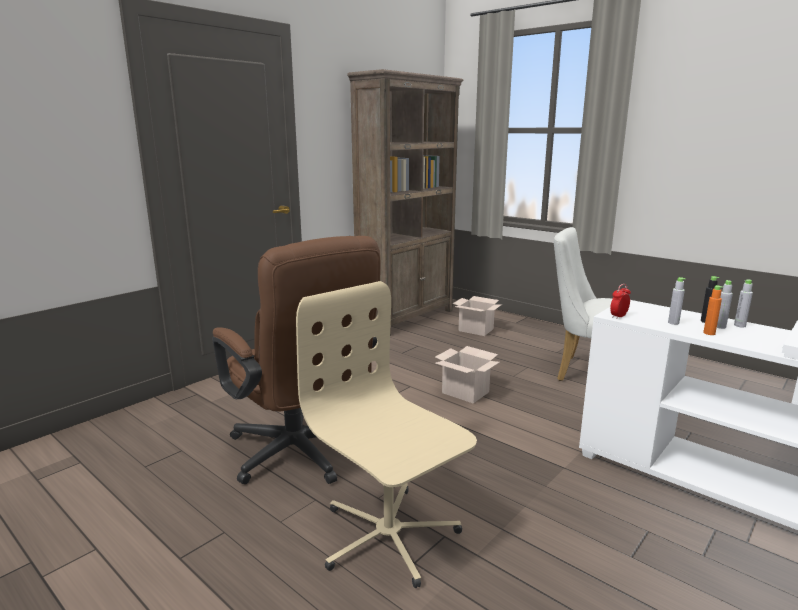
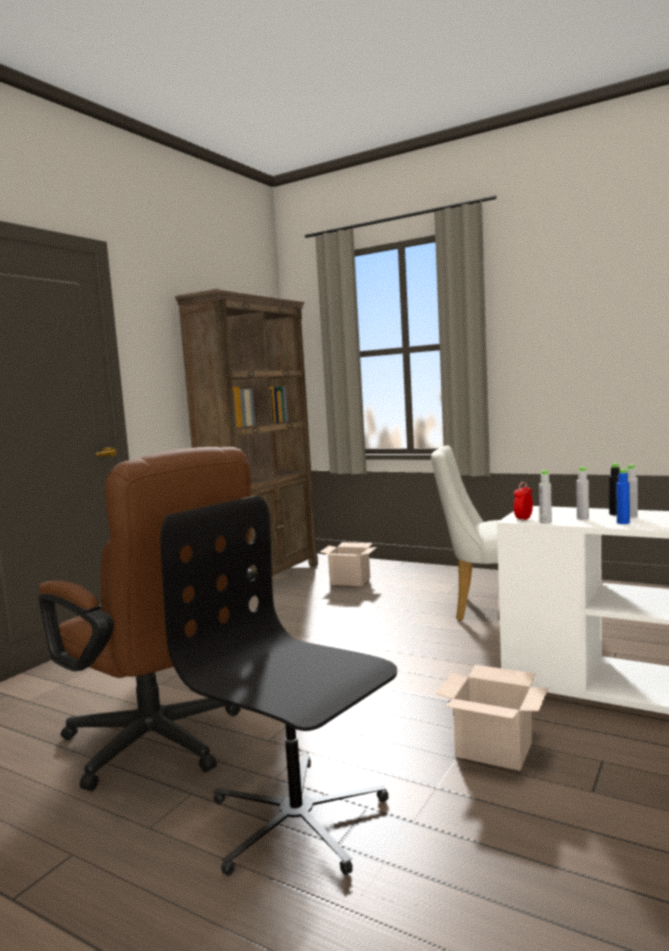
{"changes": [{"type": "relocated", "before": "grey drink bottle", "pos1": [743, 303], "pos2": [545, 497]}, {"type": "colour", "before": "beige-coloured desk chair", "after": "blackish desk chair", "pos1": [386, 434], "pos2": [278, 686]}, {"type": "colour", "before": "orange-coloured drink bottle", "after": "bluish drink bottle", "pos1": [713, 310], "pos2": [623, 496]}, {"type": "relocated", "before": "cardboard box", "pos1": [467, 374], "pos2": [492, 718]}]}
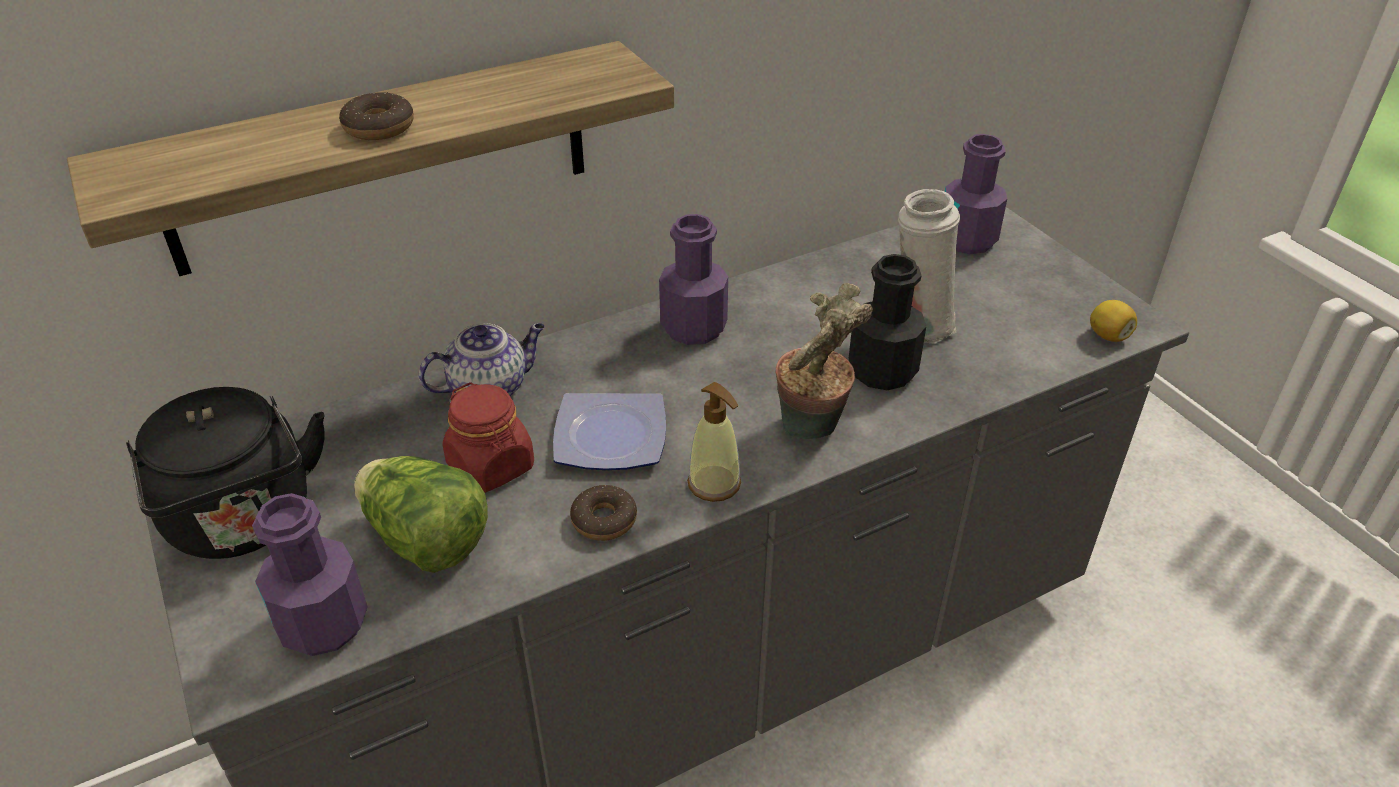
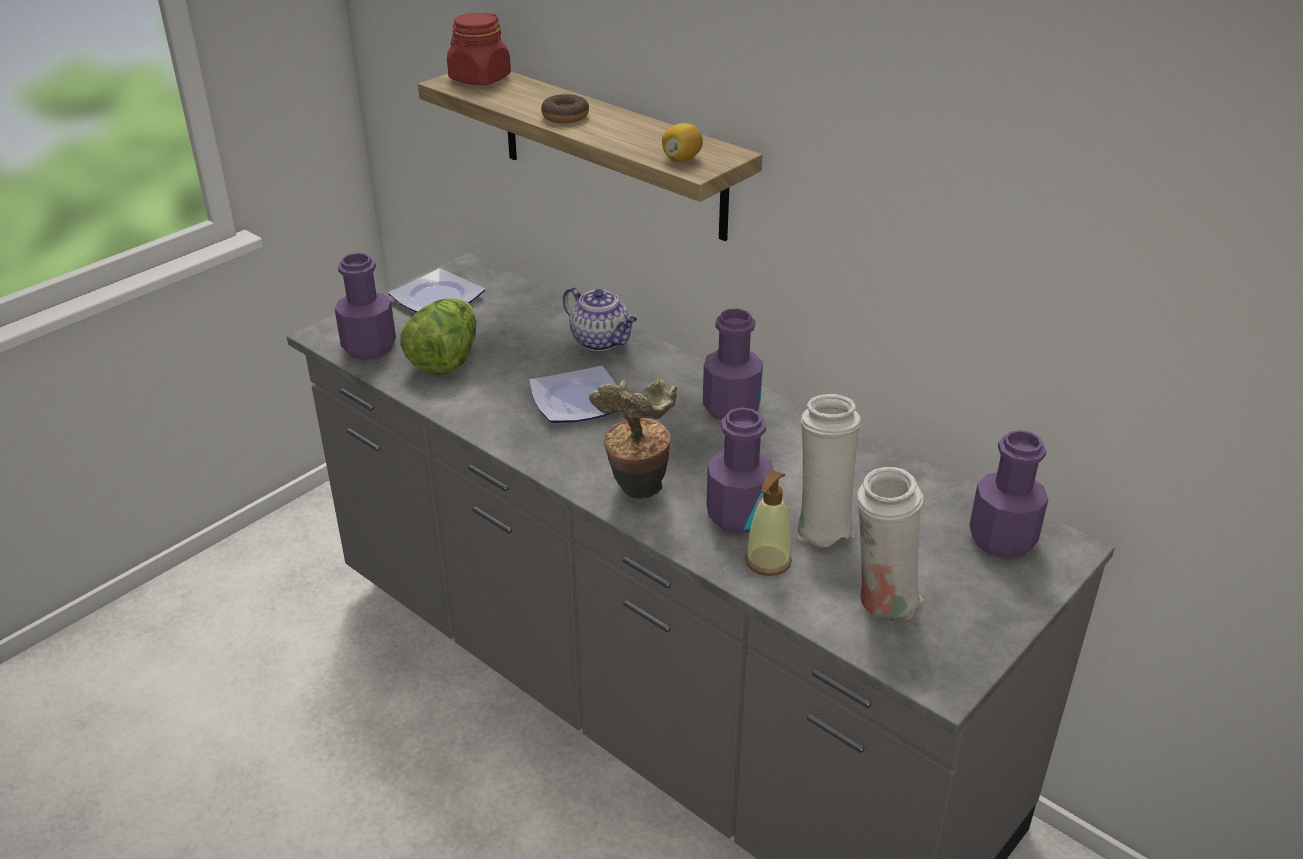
{"changes": [{"type": "colour", "before": "blackish drink bottle", "after": "purplish drink bottle", "pos1": [887, 322], "pos2": [740, 470]}, {"type": "relocated", "before": "lemon", "pos1": [1113, 321], "pos2": [682, 142]}, {"type": "relocated", "before": "red-coloured preserve jar", "pos1": [488, 437], "pos2": [479, 49]}, {"type": "relocated", "before": "liquid soap bottle", "pos1": [714, 442], "pos2": [768, 523]}, {"type": "exchanged", "before": "blackish water kettle", "after": "dinner plate", "pos1": [225, 473], "pos2": [437, 290]}, {"type": "missing", "before": "donut", "pos1": [603, 513]}, {"type": "appeared", "after": "white decorative vase", "pos2": [890, 544]}]}
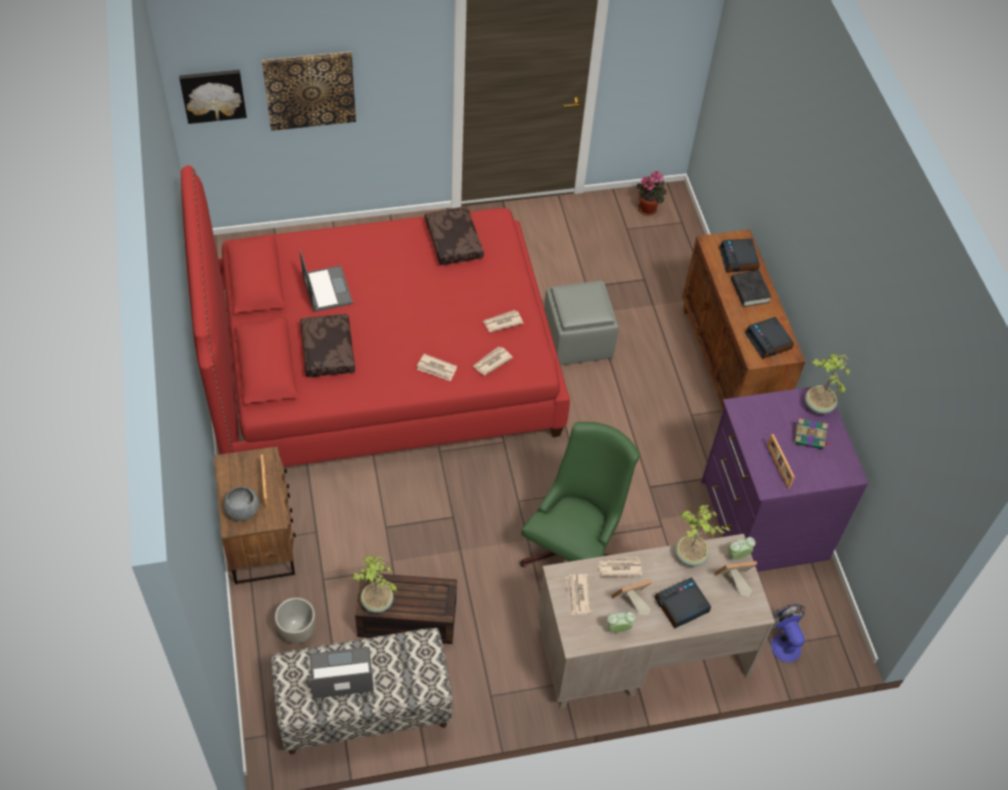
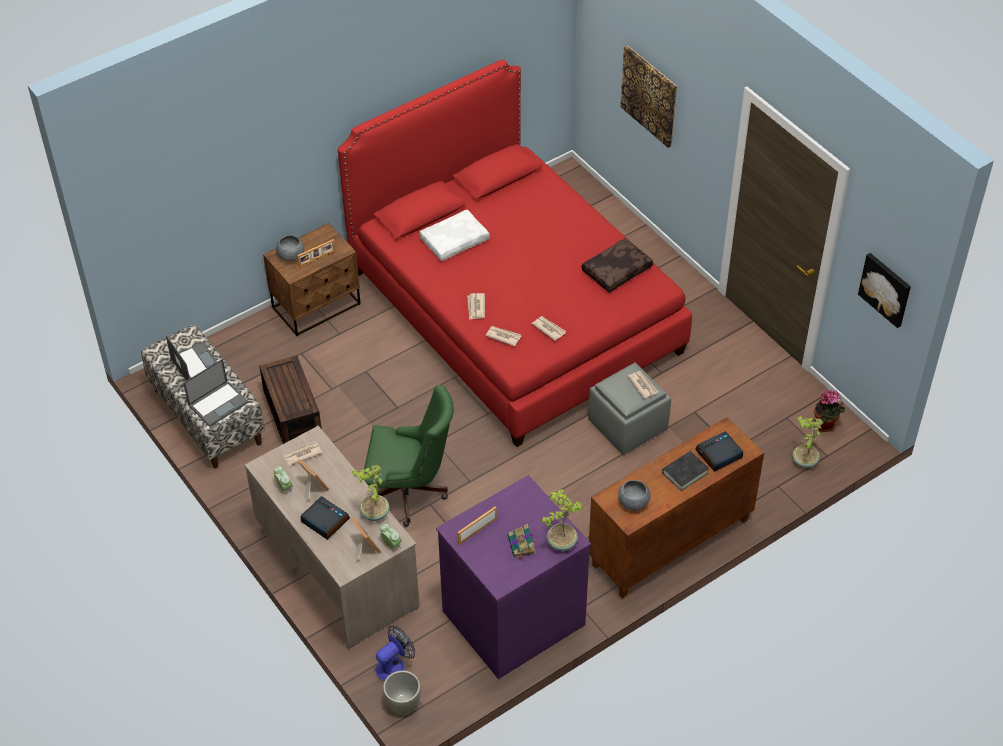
{"changes": [{"type": "relocated", "before": "wall picture", "pos1": [213, 97], "pos2": [884, 290]}, {"type": "relocated", "before": "notebook computer", "pos1": [326, 280], "pos2": [216, 393]}, {"type": "colour", "before": "brownish cushion", "after": "white cushion", "pos1": [327, 345], "pos2": [454, 235]}, {"type": "exchanged", "before": "alarm clock", "after": "grey serving bowl", "pos1": [769, 338], "pos2": [634, 495]}, {"type": "relocated", "before": "plant in a pot", "pos1": [374, 584], "pos2": [808, 442]}, {"type": "relocated", "before": "daily paper", "pos1": [620, 567], "pos2": [643, 384]}, {"type": "relocated", "before": "grey plant pot", "pos1": [295, 621], "pos2": [402, 692]}]}
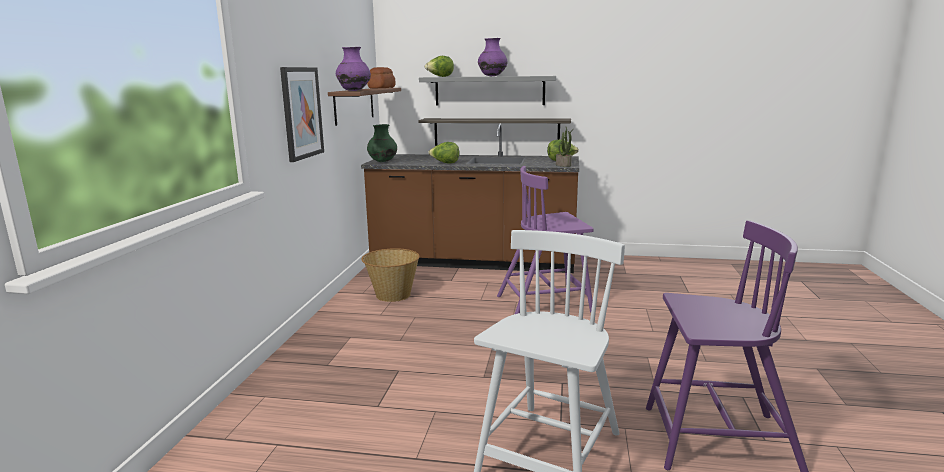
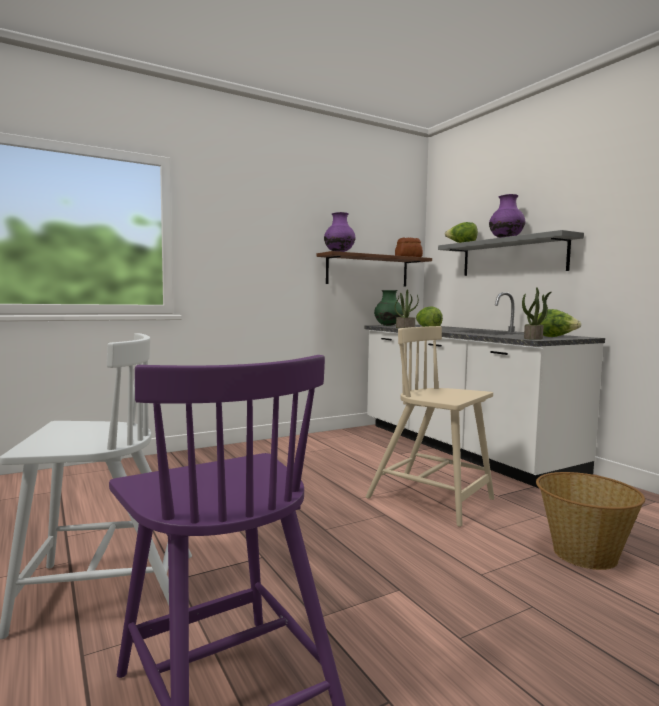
{"changes": [{"type": "missing", "before": "wall picture", "pos1": [302, 114]}, {"type": "missing", "before": "wall shelf", "pos1": [494, 132]}, {"type": "colour", "before": "brownish counter", "after": "white counter", "pos1": [470, 198], "pos2": [485, 390]}, {"type": "colour", "before": "purplish upright chair", "after": "beige-coloured upright chair", "pos1": [545, 240], "pos2": [430, 426]}, {"type": "relocated", "before": "storage basket", "pos1": [390, 275], "pos2": [590, 521]}, {"type": "appeared", "after": "plant in a pot", "pos2": [407, 309]}]}
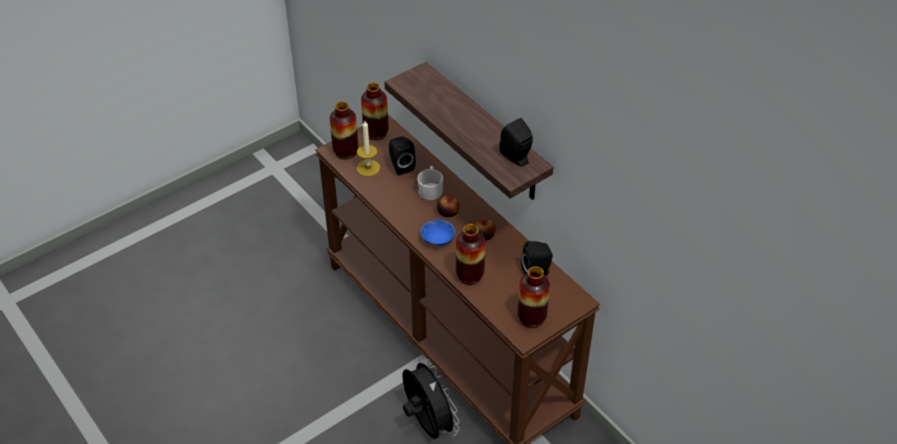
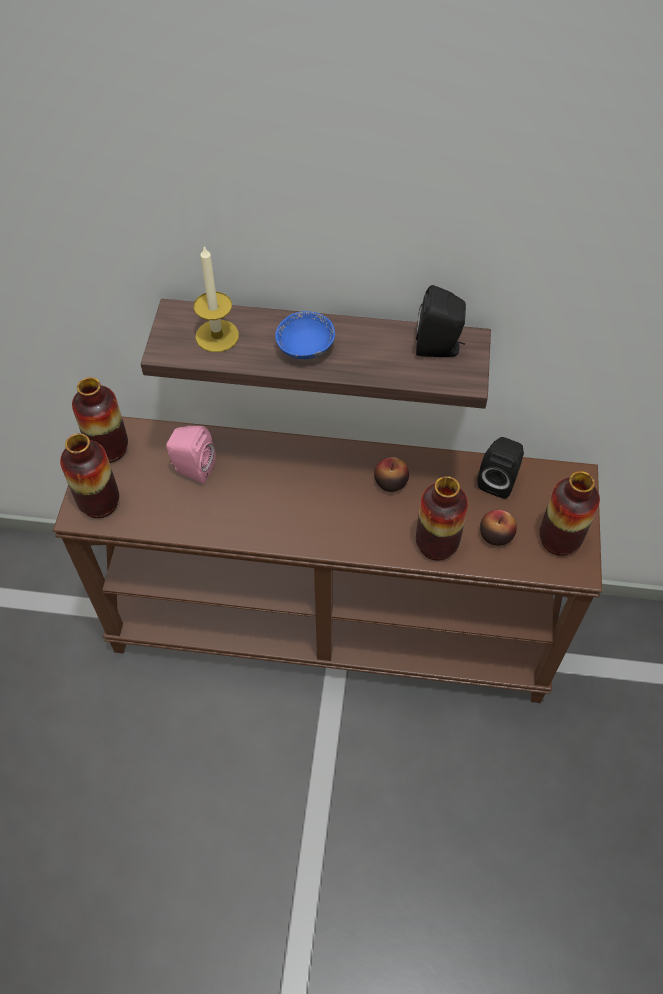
{"changes": [{"type": "relocated", "before": "candle", "pos1": [368, 148], "pos2": [216, 299]}, {"type": "colour", "before": "blackish loudspeaker", "after": "pinkish loudspeaker", "pos1": [402, 155], "pos2": [191, 455]}, {"type": "missing", "before": "white tea mug", "pos1": [430, 183]}, {"type": "relocated", "before": "whole apple", "pos1": [448, 206], "pos2": [498, 528]}, {"type": "relocated", "before": "bluish serving bowl", "pos1": [438, 233], "pos2": [305, 335]}, {"type": "missing", "before": "blackish electric fan", "pos1": [431, 398]}]}
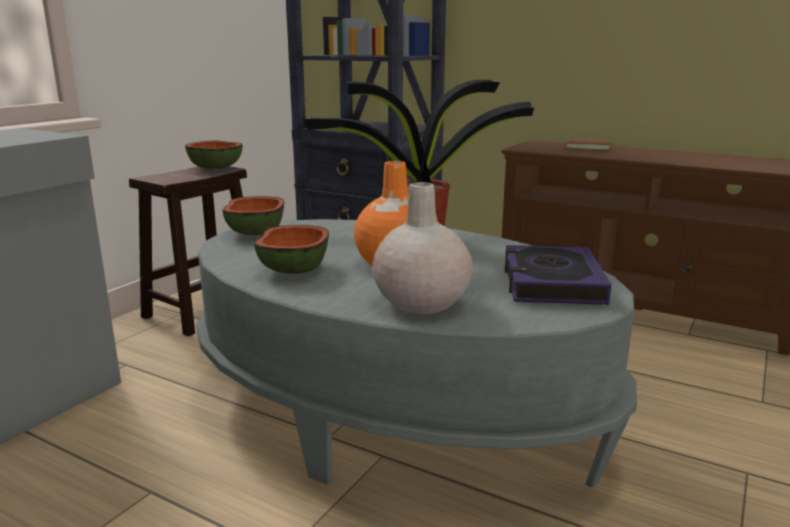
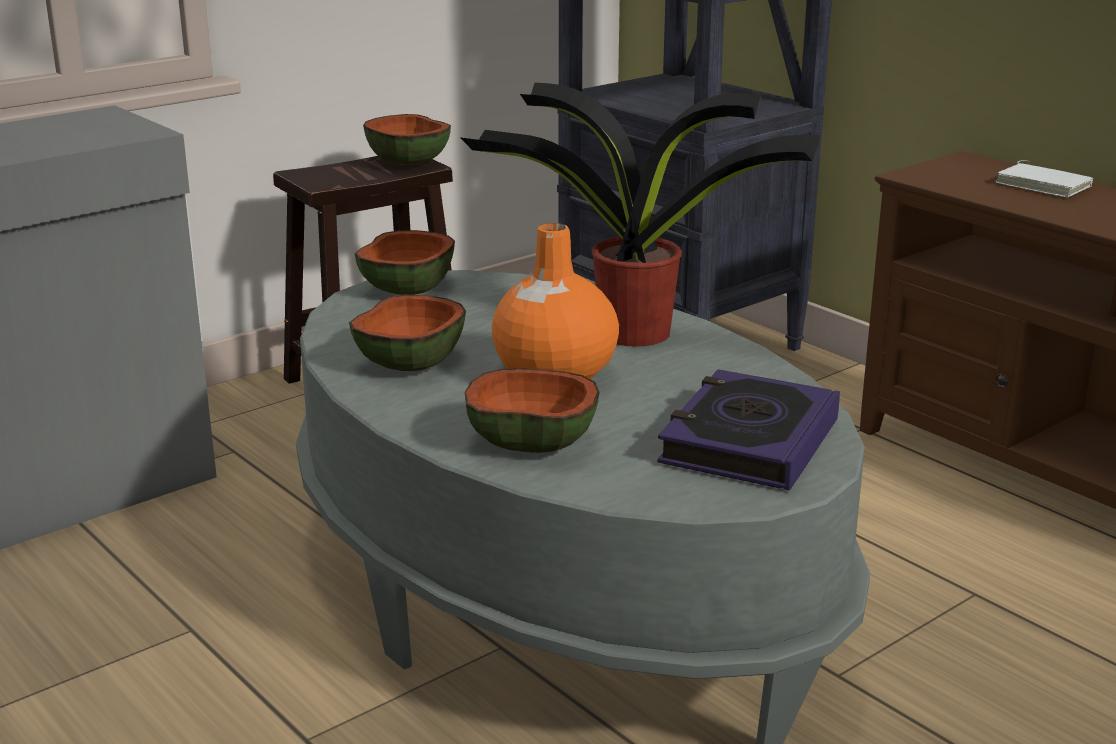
{"changes": [{"type": "colour", "before": "brownish bound book", "after": "white bound book", "pos1": [588, 145], "pos2": [1044, 179]}, {"type": "exchanged", "before": "beige-coloured decorative vase", "after": "serving bowl", "pos1": [422, 248], "pos2": [532, 410]}]}
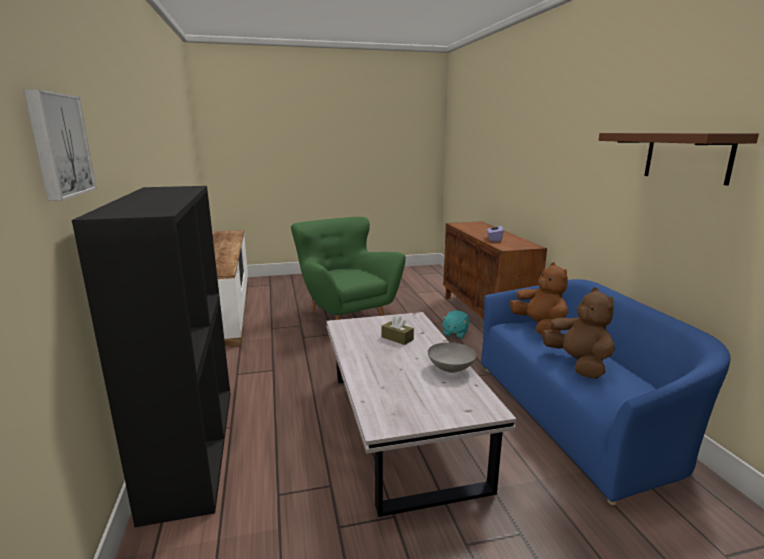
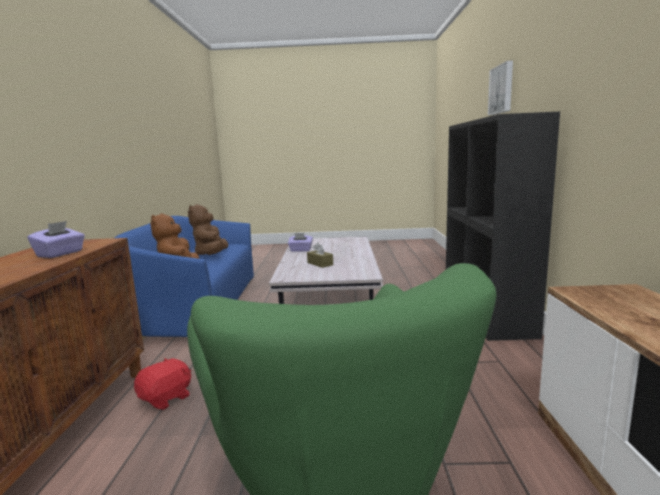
{"changes": [{"type": "missing", "before": "brownish wall shelf", "pos1": [678, 159]}, {"type": "colour", "before": "blue-green soft toy", "after": "red-coloured soft toy", "pos1": [455, 324], "pos2": [162, 384]}, {"type": "exchanged", "before": "grey serving bowl", "after": "purplish tissue holder", "pos1": [452, 357], "pos2": [300, 242]}]}
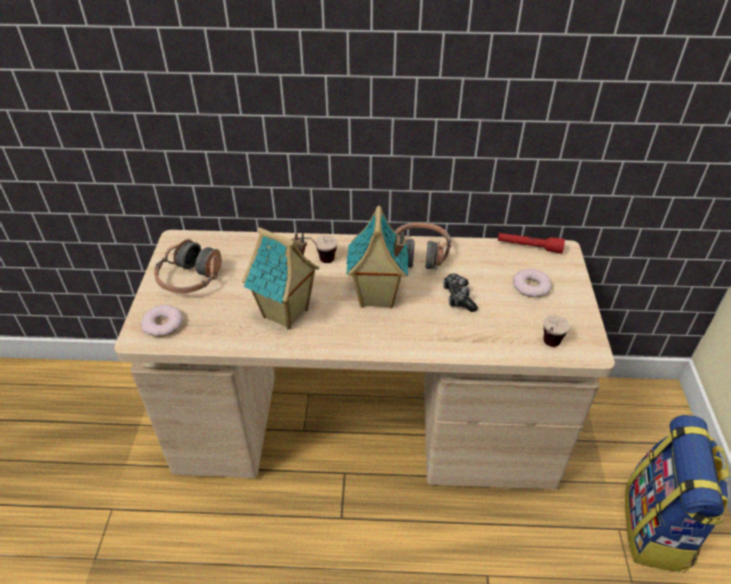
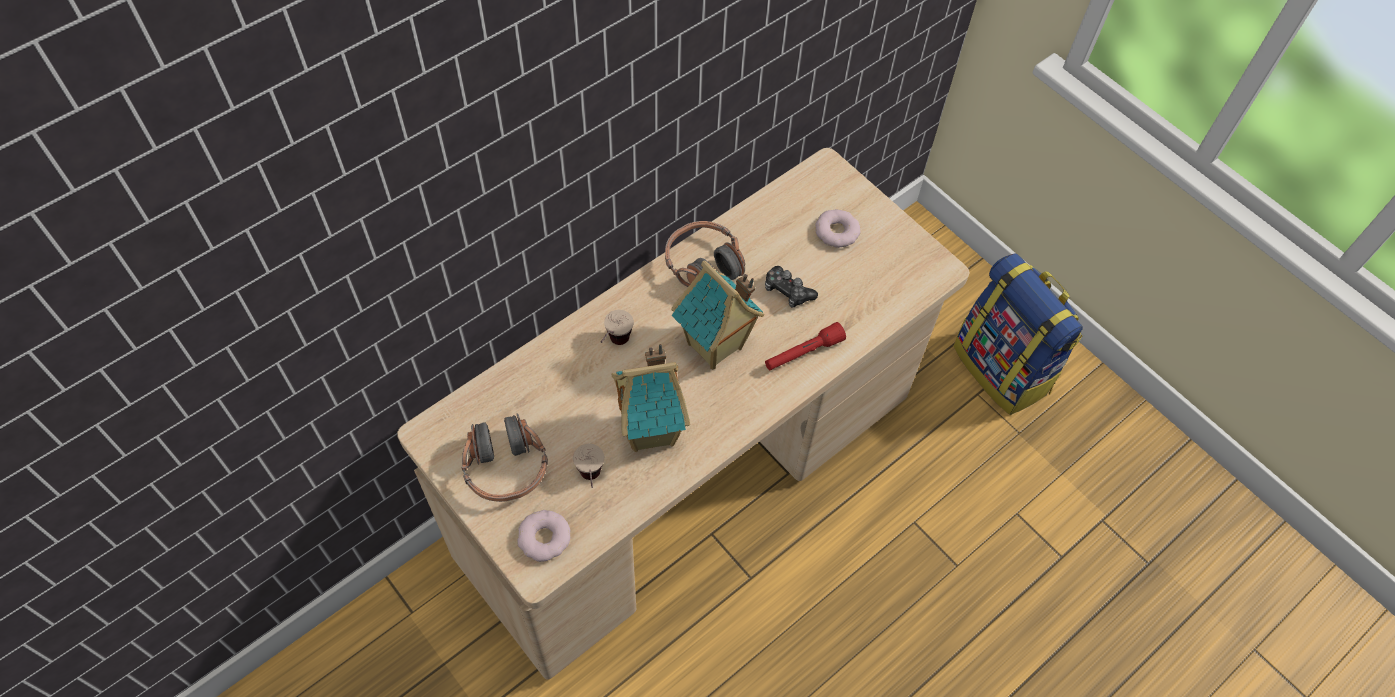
{"changes": [{"type": "relocated", "before": "red-coloured hand torch", "pos1": [531, 243], "pos2": [805, 346]}, {"type": "relocated", "before": "small cup", "pos1": [556, 331], "pos2": [588, 466]}]}
